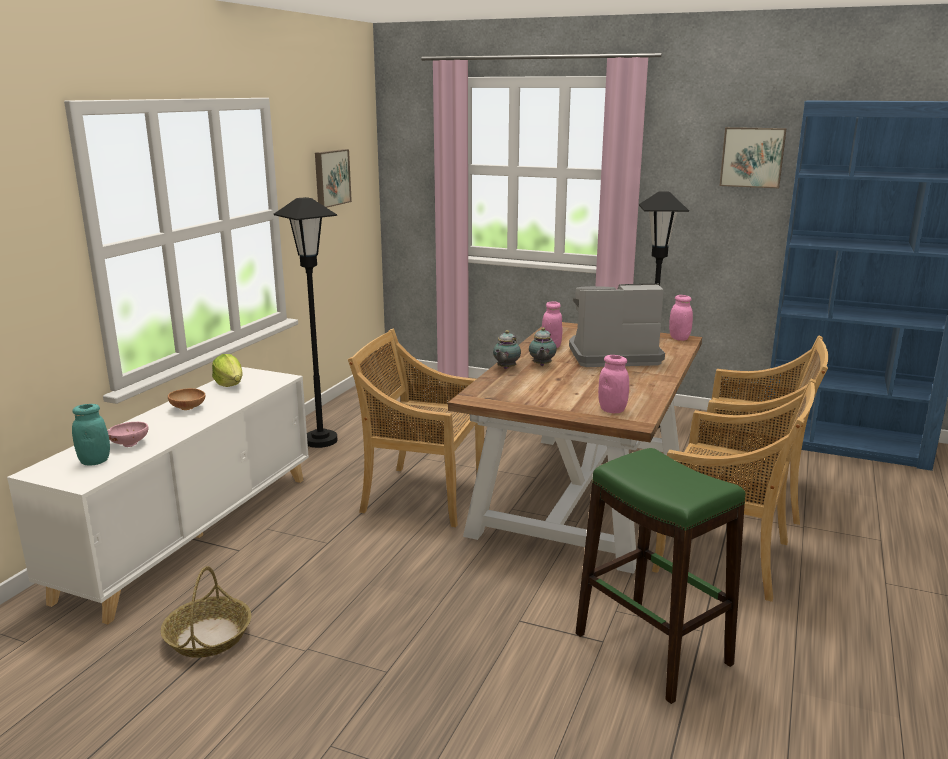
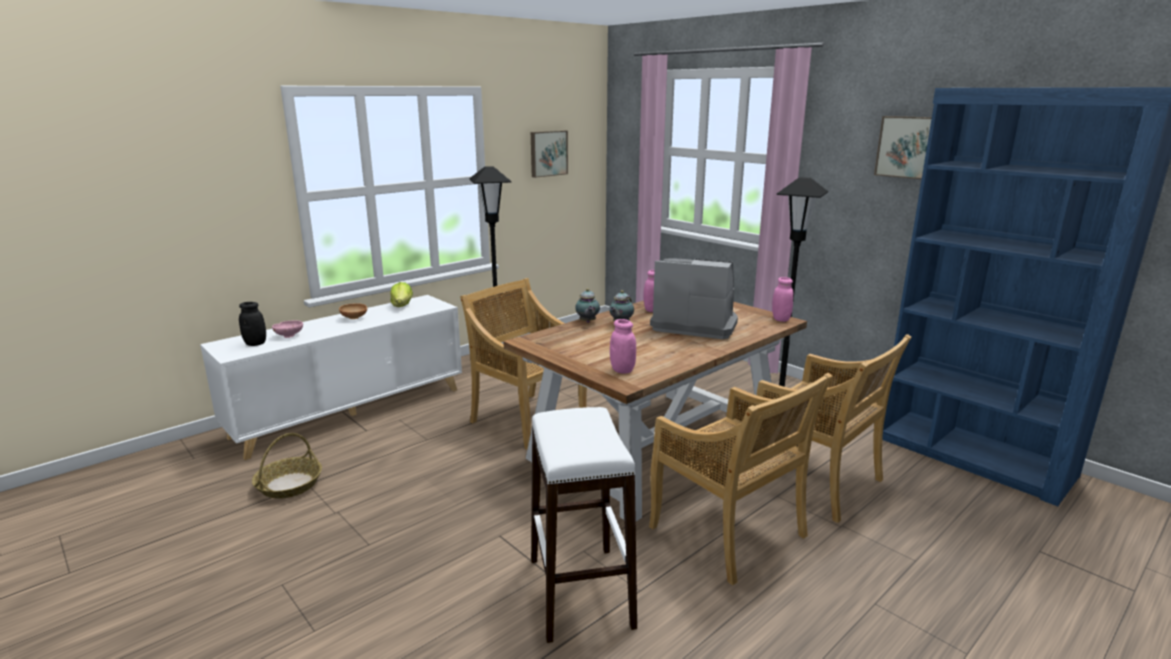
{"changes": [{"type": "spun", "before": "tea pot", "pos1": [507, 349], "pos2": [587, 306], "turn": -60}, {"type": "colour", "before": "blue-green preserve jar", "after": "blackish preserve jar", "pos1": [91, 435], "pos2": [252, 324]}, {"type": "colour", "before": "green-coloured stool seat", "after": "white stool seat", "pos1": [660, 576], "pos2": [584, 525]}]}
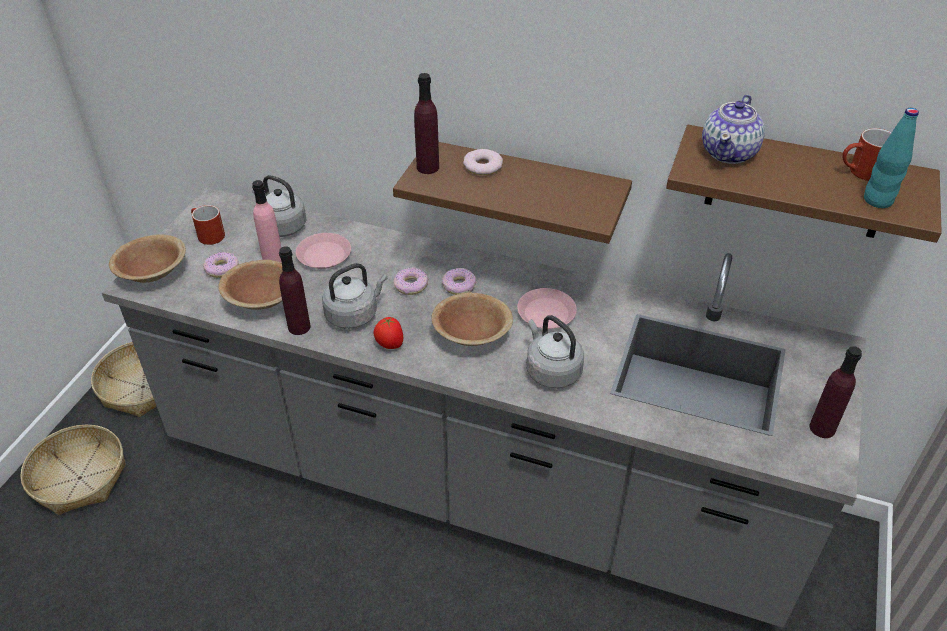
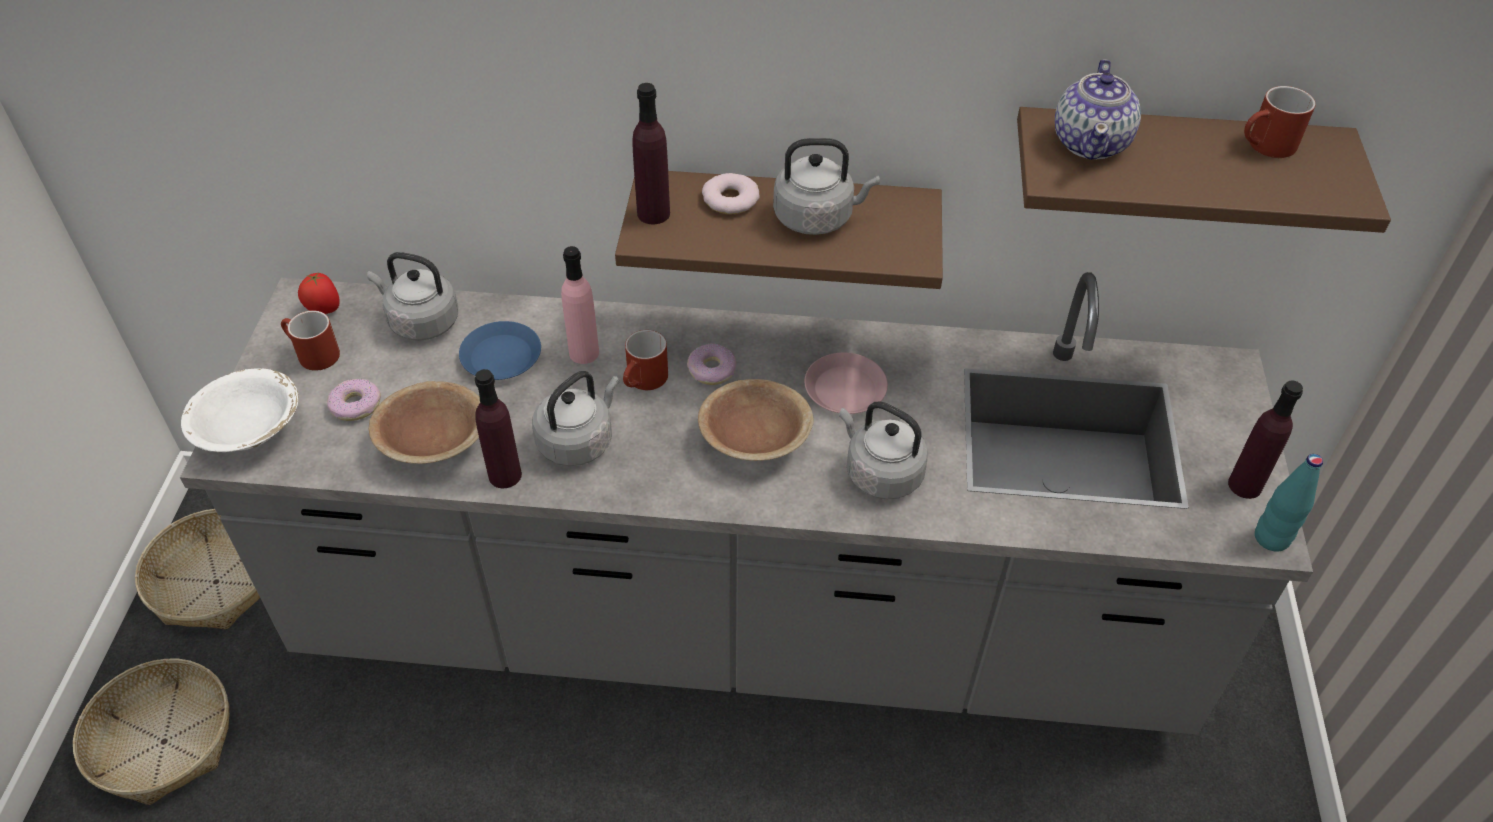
{"changes": [{"type": "relocated", "before": "blue-green drink bottle", "pos1": [891, 158], "pos2": [1289, 502]}, {"type": "relocated", "before": "pinkish drink bottle", "pos1": [266, 221], "pos2": [580, 305]}, {"type": "colour", "before": "pinkish dinner plate", "after": "bluish dinner plate", "pos1": [323, 251], "pos2": [500, 350]}, {"type": "colour", "before": "brownish serving bowl", "after": "white serving bowl", "pos1": [147, 258], "pos2": [240, 410]}, {"type": "exchanged", "before": "donut", "after": "red-coloured tea mug", "pos1": [410, 281], "pos2": [645, 360]}, {"type": "relocated", "before": "tomato", "pos1": [388, 333], "pos2": [319, 293]}, {"type": "appeared", "after": "grey water kettle", "pos2": [826, 186]}]}
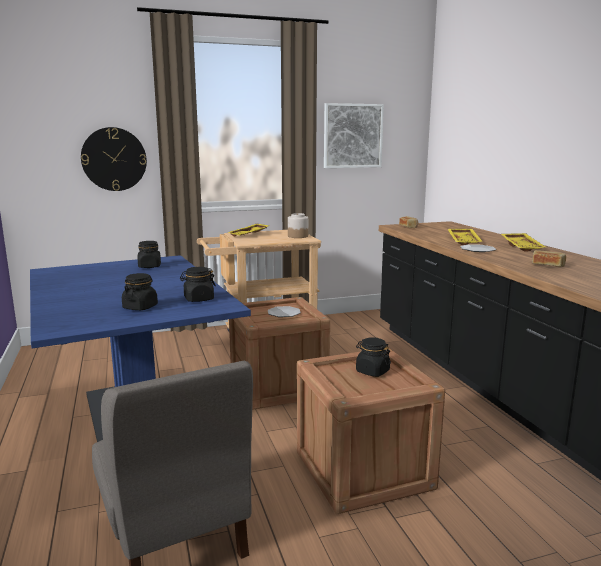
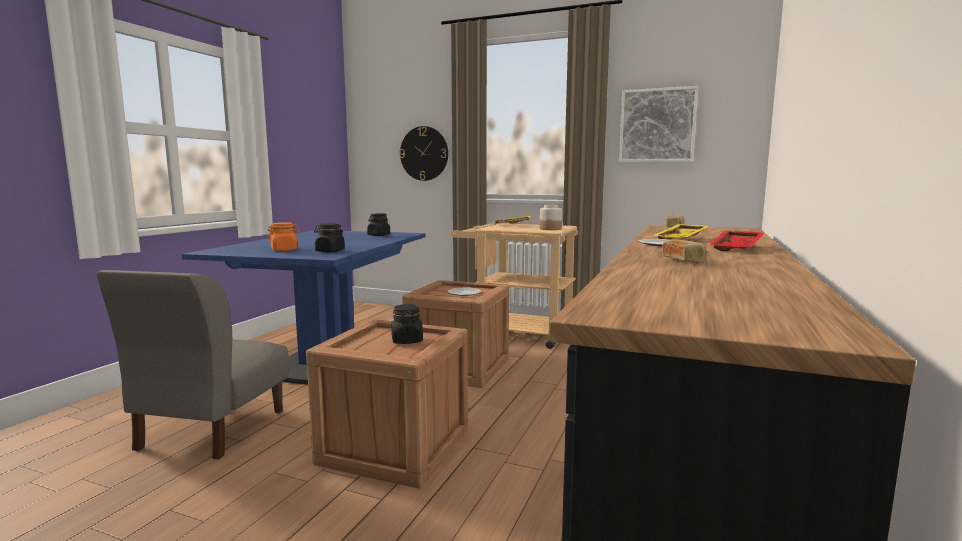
{"changes": [{"type": "colour", "before": "yellow-coloured tray", "after": "red-coloured tray", "pos1": [523, 242], "pos2": [736, 241]}, {"type": "colour", "before": "blackish preserve jar", "after": "orange-coloured preserve jar", "pos1": [140, 291], "pos2": [283, 236]}]}
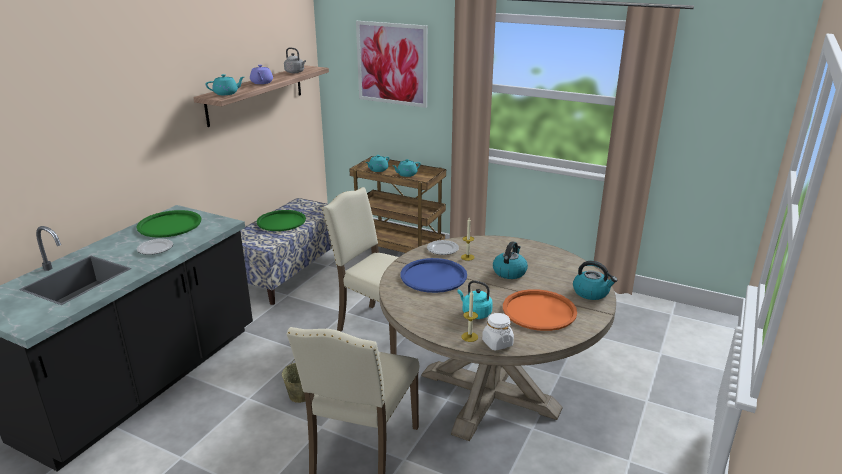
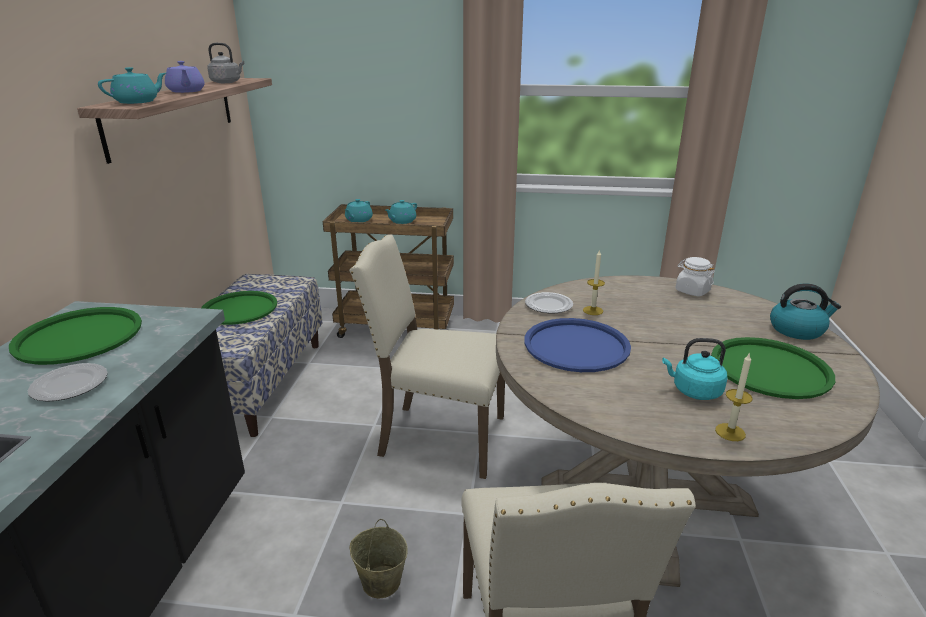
{"changes": [{"type": "missing", "before": "wall picture", "pos1": [392, 64]}, {"type": "missing", "before": "water kettle", "pos1": [510, 260]}, {"type": "colour", "before": "orange-coloured tray", "after": "green-coloured tray", "pos1": [540, 310], "pos2": [773, 368]}, {"type": "relocated", "before": "white preserve jar", "pos1": [498, 332], "pos2": [695, 276]}]}
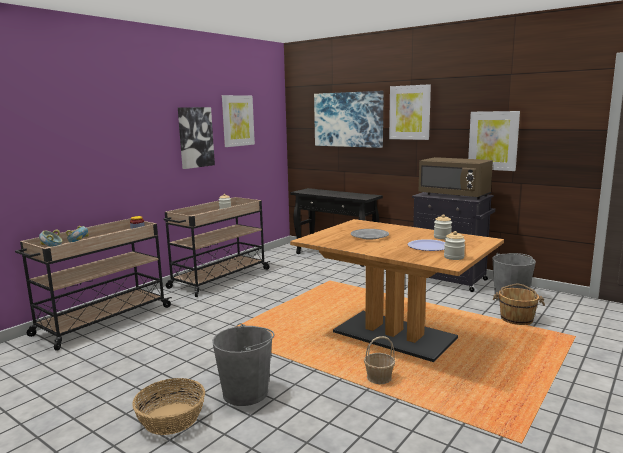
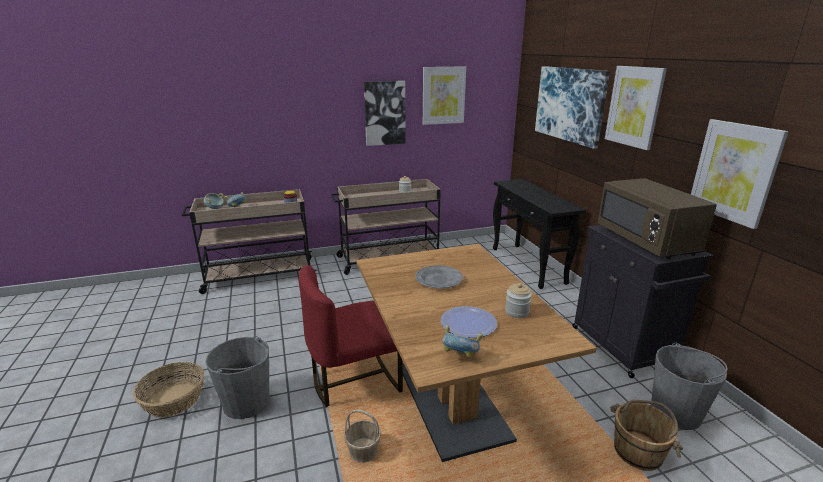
{"changes": [{"type": "exchanged", "before": "preserve jar", "after": "serving bowl", "pos1": [454, 245], "pos2": [462, 341]}, {"type": "appeared", "after": "red-coloured upright chair", "pos2": [351, 336]}]}
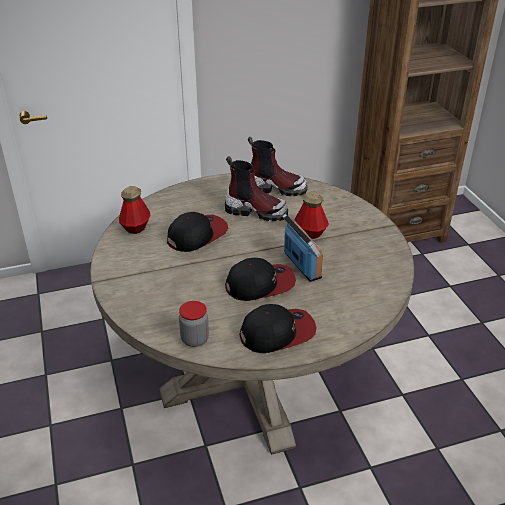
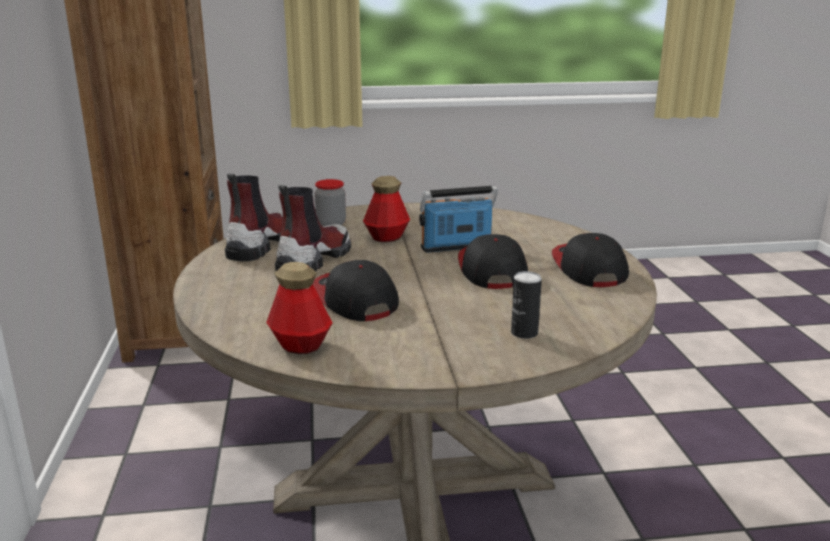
{"changes": [{"type": "relocated", "before": "preserve jar", "pos1": [194, 324], "pos2": [330, 203]}, {"type": "appeared", "after": "metal can", "pos2": [526, 305]}]}
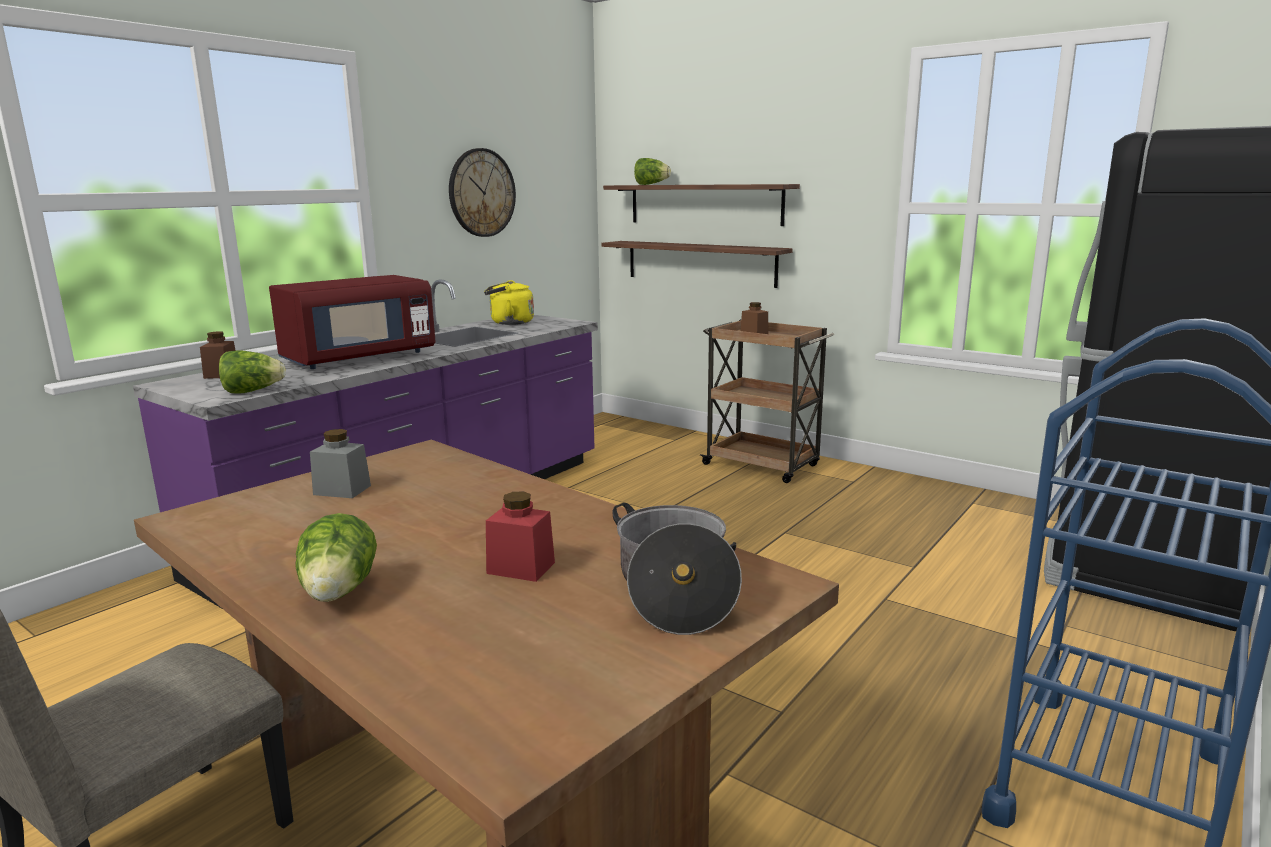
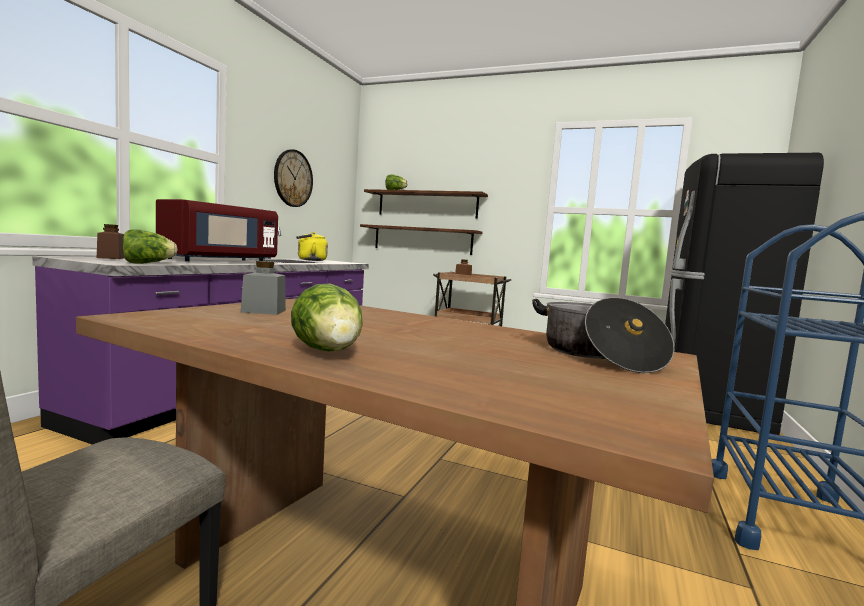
{"changes": [{"type": "missing", "before": "red-coloured preserve jar", "pos1": [520, 536]}]}
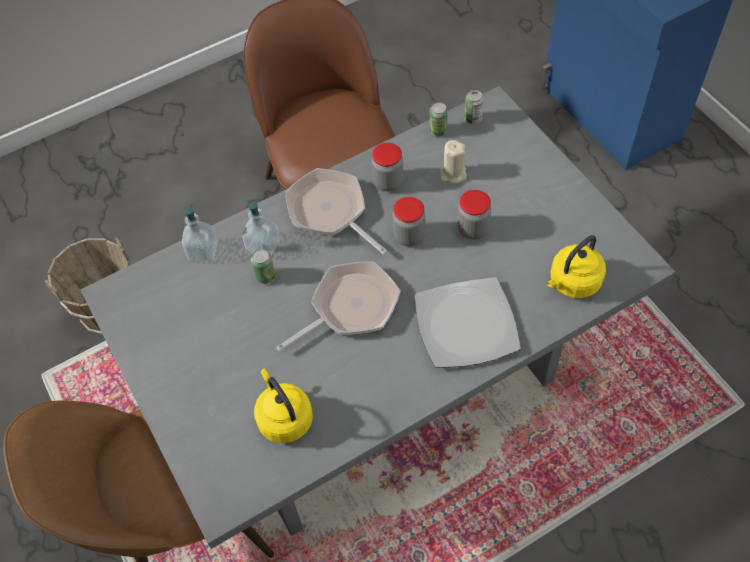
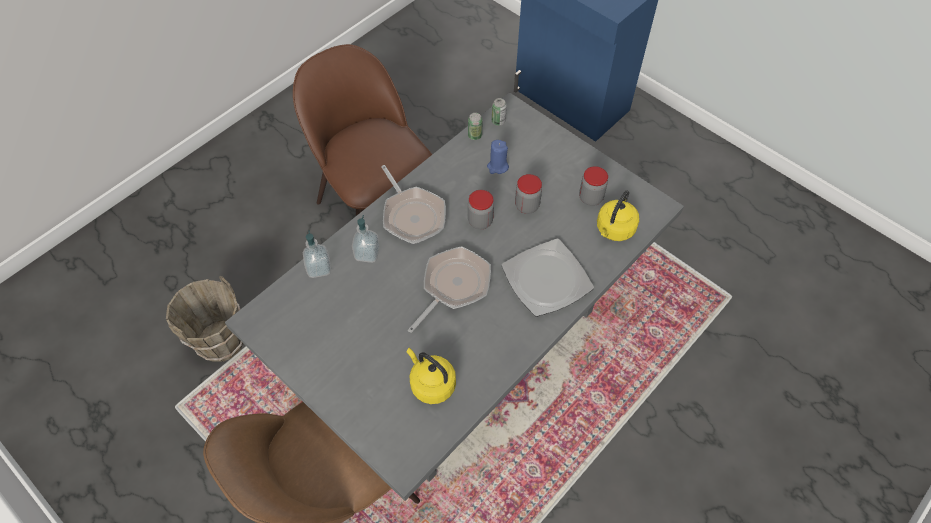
{"changes": [{"type": "colour", "before": "beige-coloured candle", "after": "bluish candle", "pos1": [453, 162], "pos2": [498, 157]}, {"type": "relocated", "before": "preserve jar", "pos1": [388, 167], "pos2": [593, 186]}, {"type": "spun", "before": "pan", "pos1": [336, 211], "pos2": [413, 204], "turn": -150}, {"type": "missing", "before": "metal can", "pos1": [263, 266]}]}
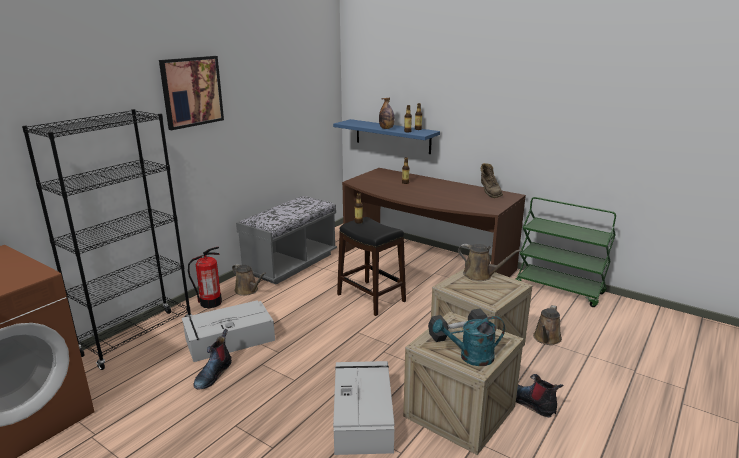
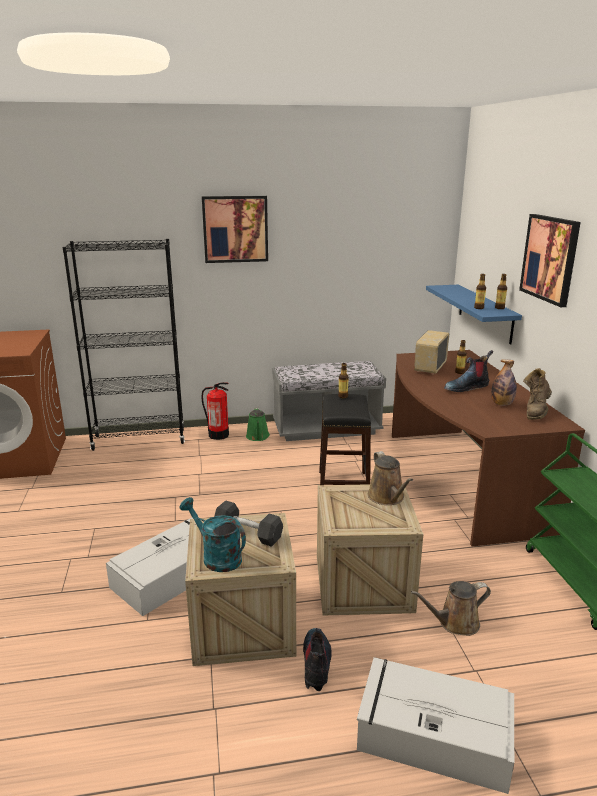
{"changes": [{"type": "relocated", "before": "drink bottle", "pos1": [387, 113], "pos2": [504, 382]}, {"type": "colour", "before": "brownish watering can", "after": "green-coloured watering can", "pos1": [249, 280], "pos2": [258, 424]}, {"type": "relocated", "before": "grey storage bin", "pos1": [228, 331], "pos2": [435, 725]}, {"type": "relocated", "before": "tall boot", "pos1": [212, 359], "pos2": [468, 371]}, {"type": "appeared", "after": "wall picture", "pos2": [550, 260]}, {"type": "appeared", "after": "radio set", "pos2": [431, 352]}]}
